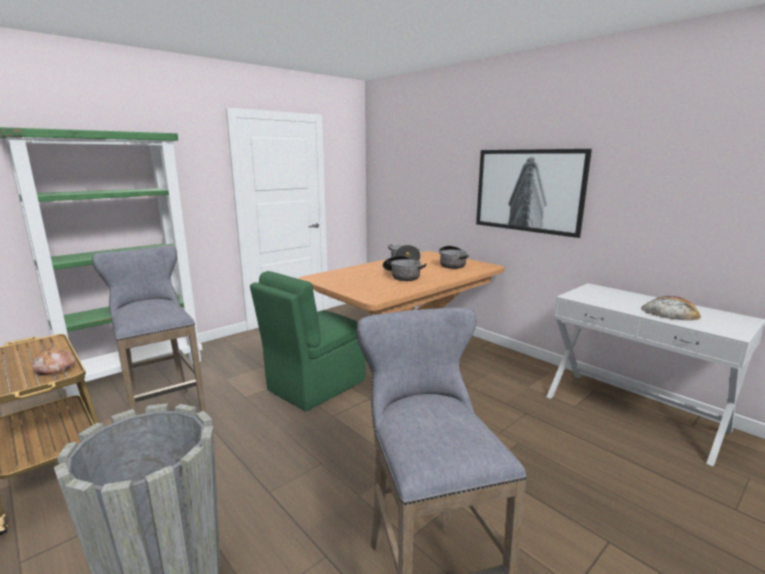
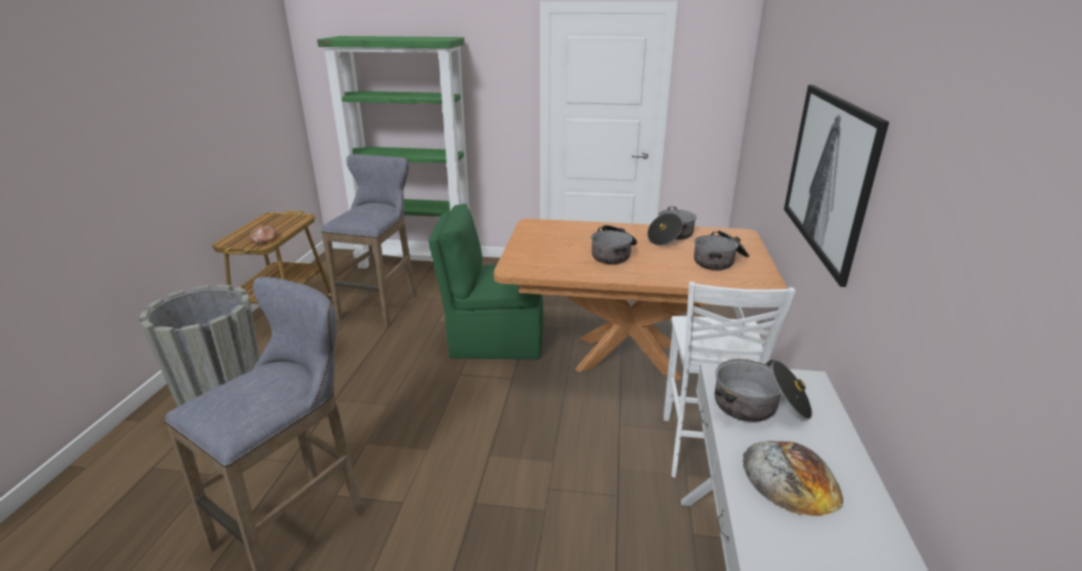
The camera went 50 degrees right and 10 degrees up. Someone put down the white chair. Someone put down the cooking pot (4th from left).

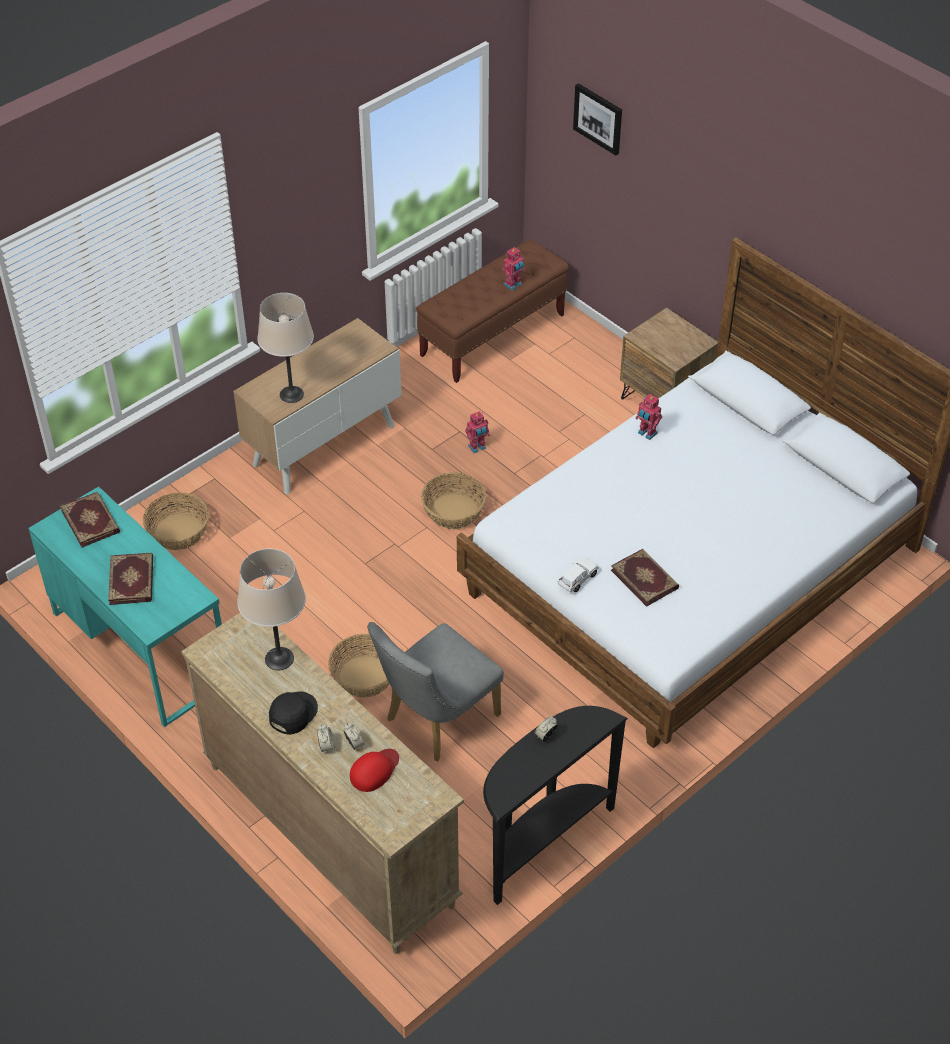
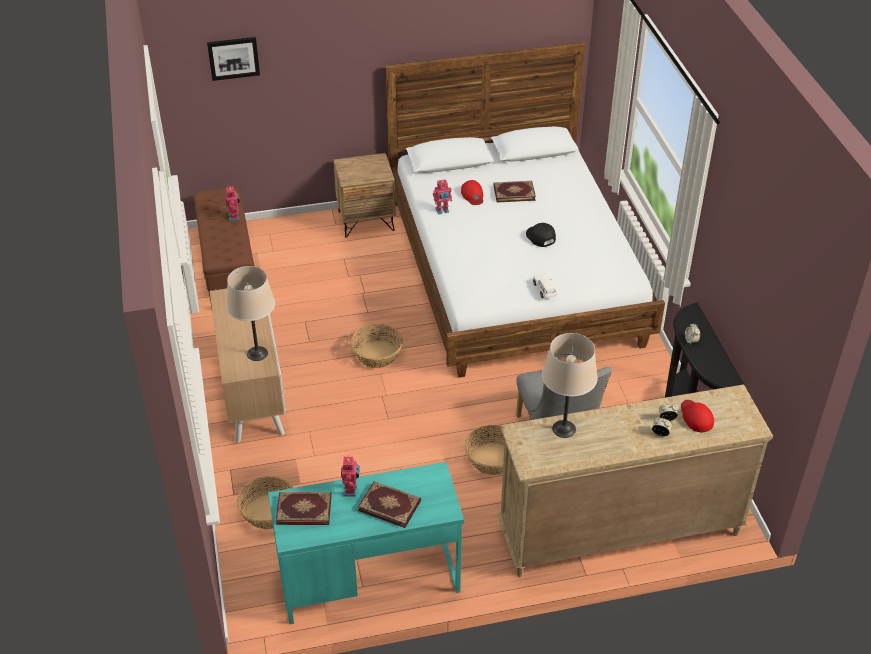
The camera went 60 degrees left and 5 degrees down. Someone put down the red cap (1st from left). Someone carried the black cap. Someone carried the toy robot (1st from left in the first image). Someone carried the book (3rd from left).

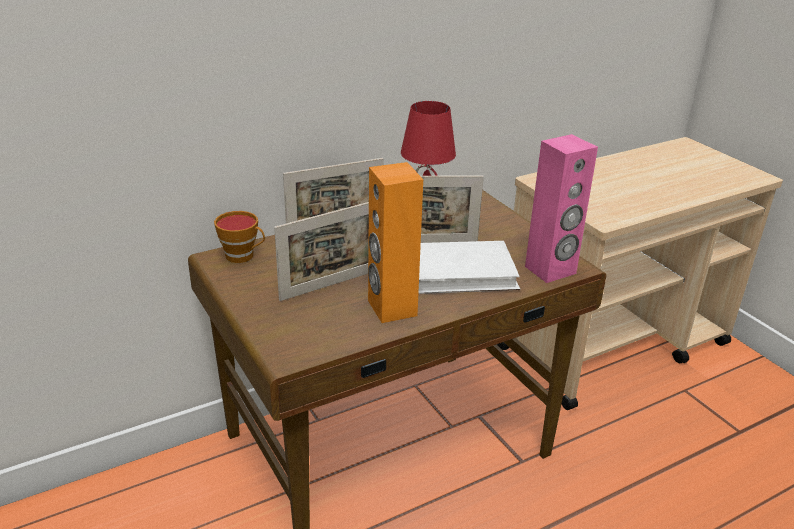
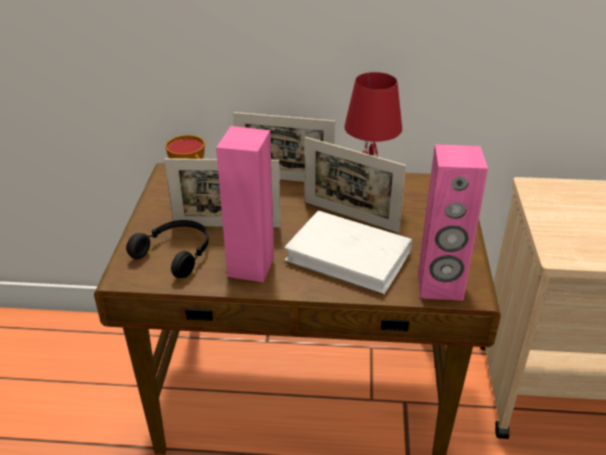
The camera went 35 degrees right and 5 degrees up. Someone put down the black headphones. Someone repainted the orange speaker, which became the pink speaker (1st from left).

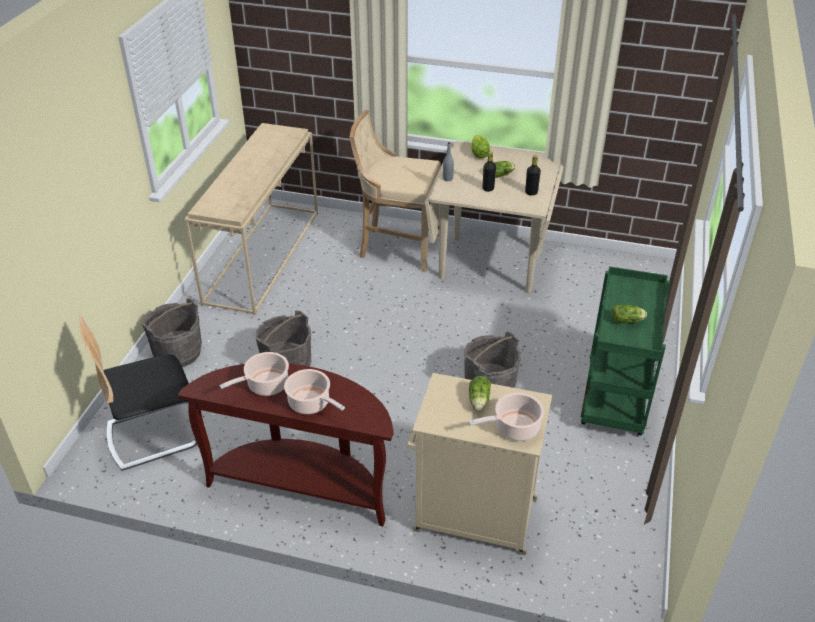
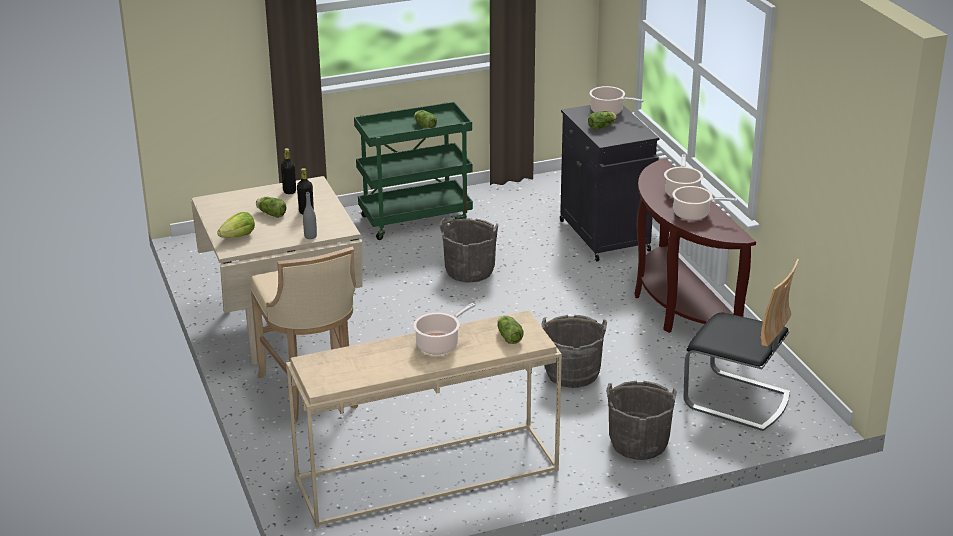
The camera went 125 degrees left and 10 degrees down. Someone put down the cooking pot (1st from left). Someone put down the lettuce (4th from left). Someone repainted the beige cabinet, which became the black cabinet.

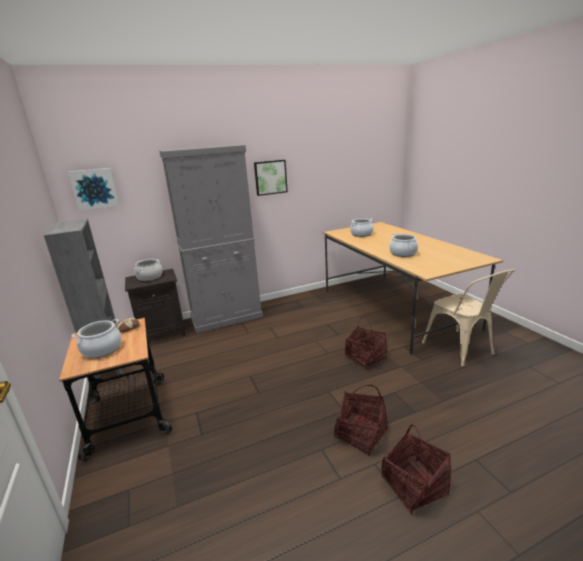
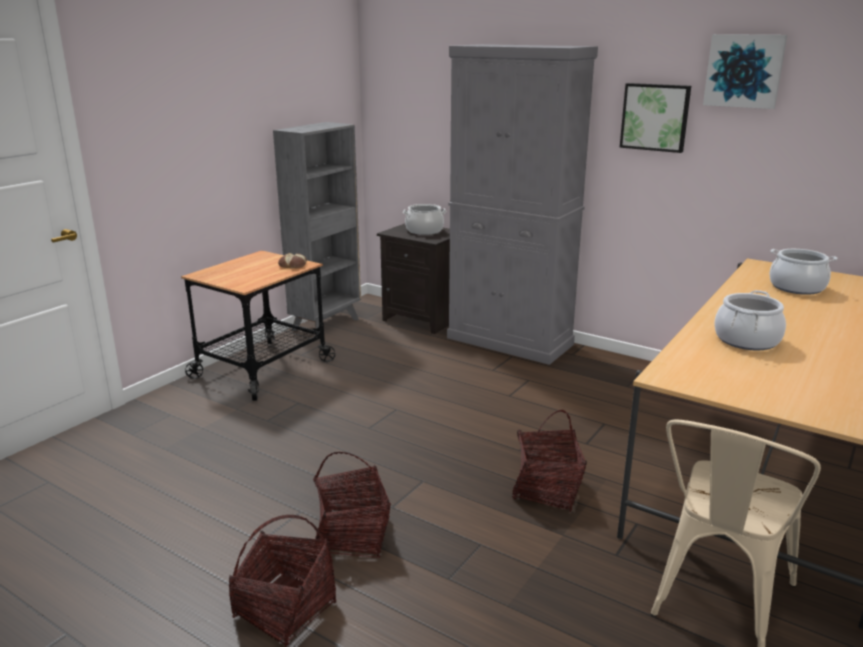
The camera went 55 degrees right and 0 degrees up. Someone took away the cooking pot (1st from left). Someone carried the picture (1st from left in the first image).

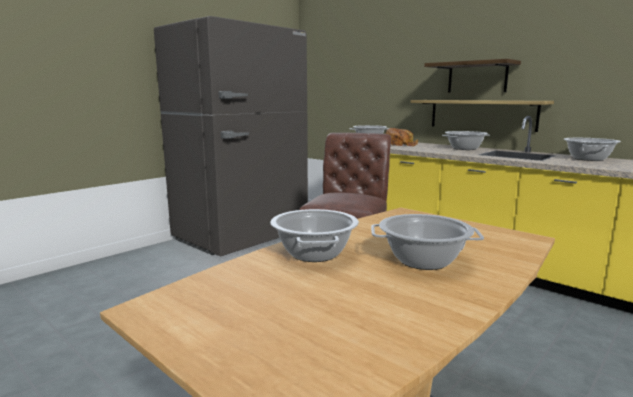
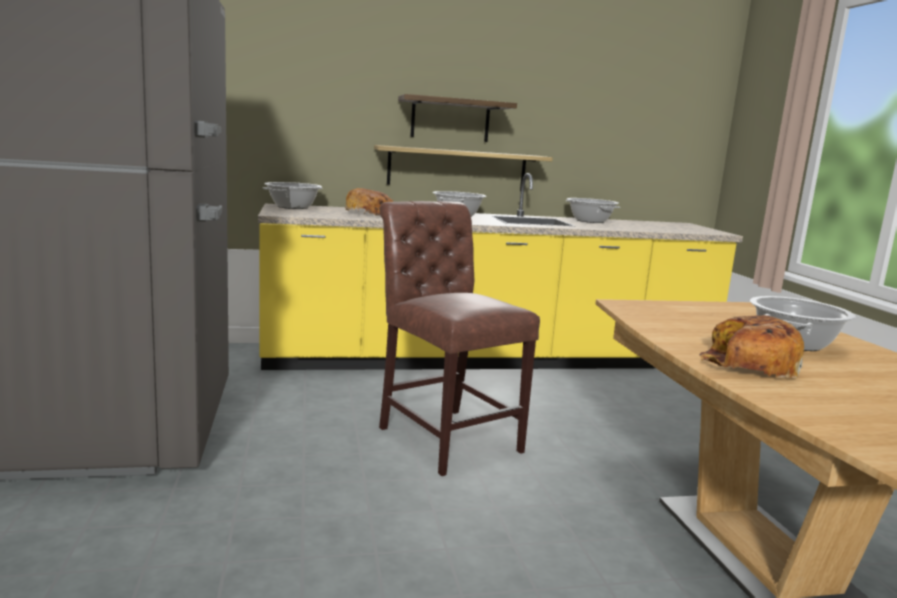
The camera went 55 degrees left and 0 degrees up. Someone swapped the cooking pot (1st from left) for the bread (2nd from left).

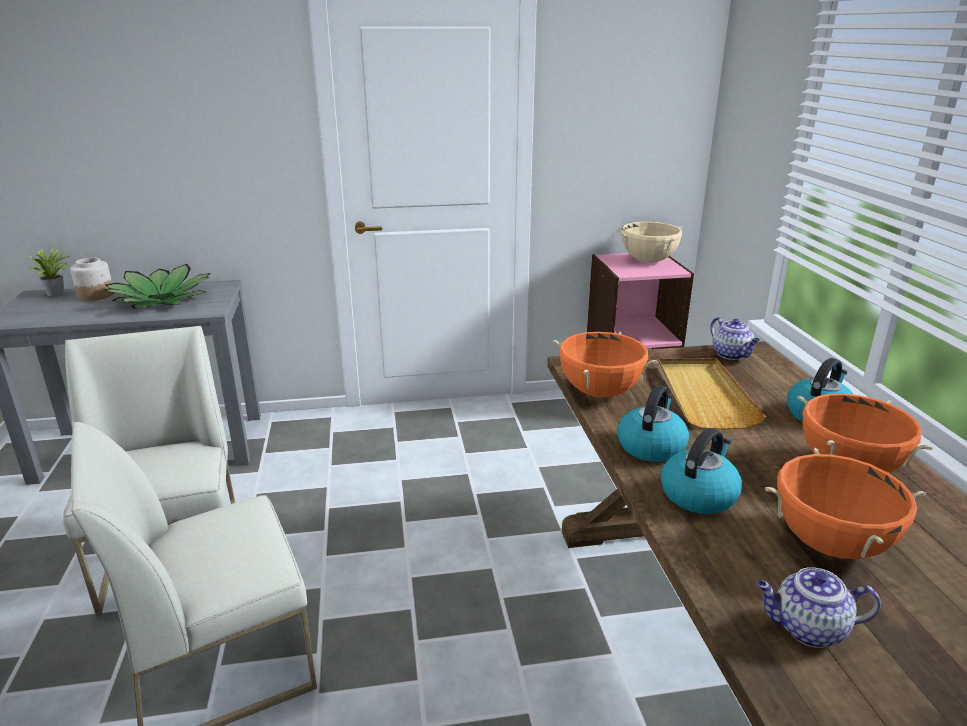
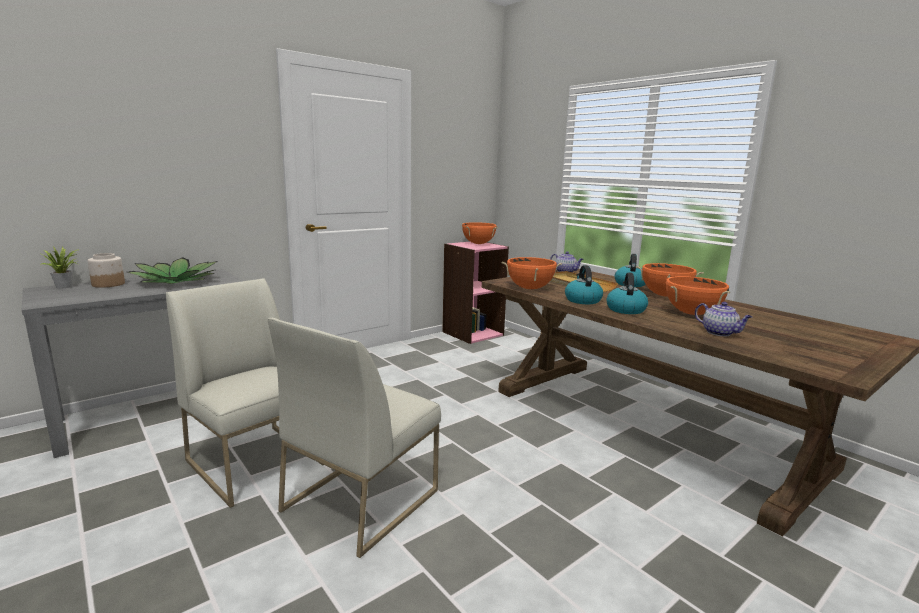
The camera went 30 degrees left and 10 degrees down. Someone repainted the beige cooking pot, which became the orange cooking pot (1st from left). Someone rotated the teapot (2nd from left) by 105 degrees counterclockwise.

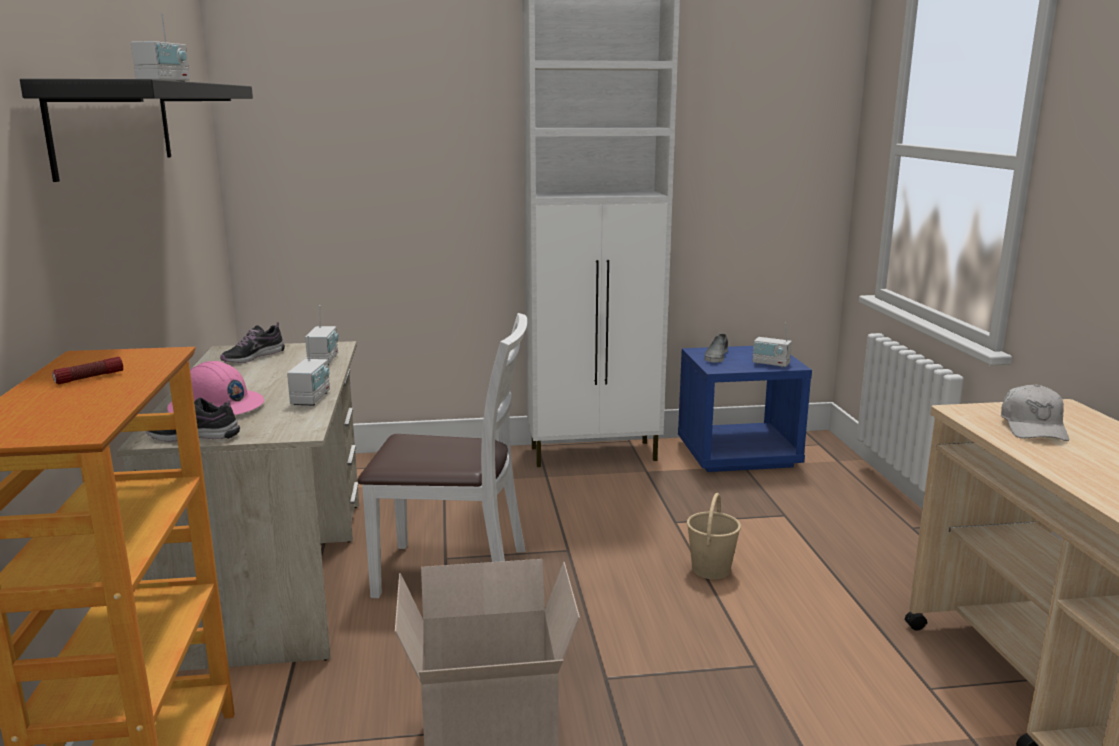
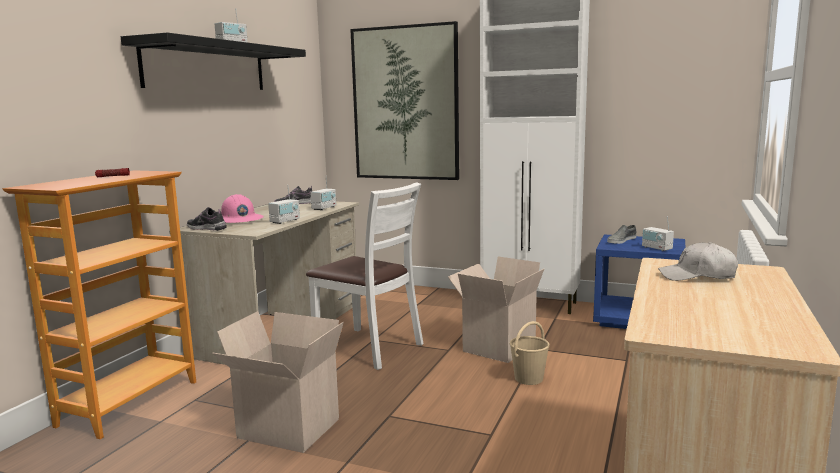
The camera went 30 degrees right and 5 degrees down. Someone put up the picture. Someone put down the cardboard box (2nd from left). Someone rotated the white cap by 60 degrees clockwise.

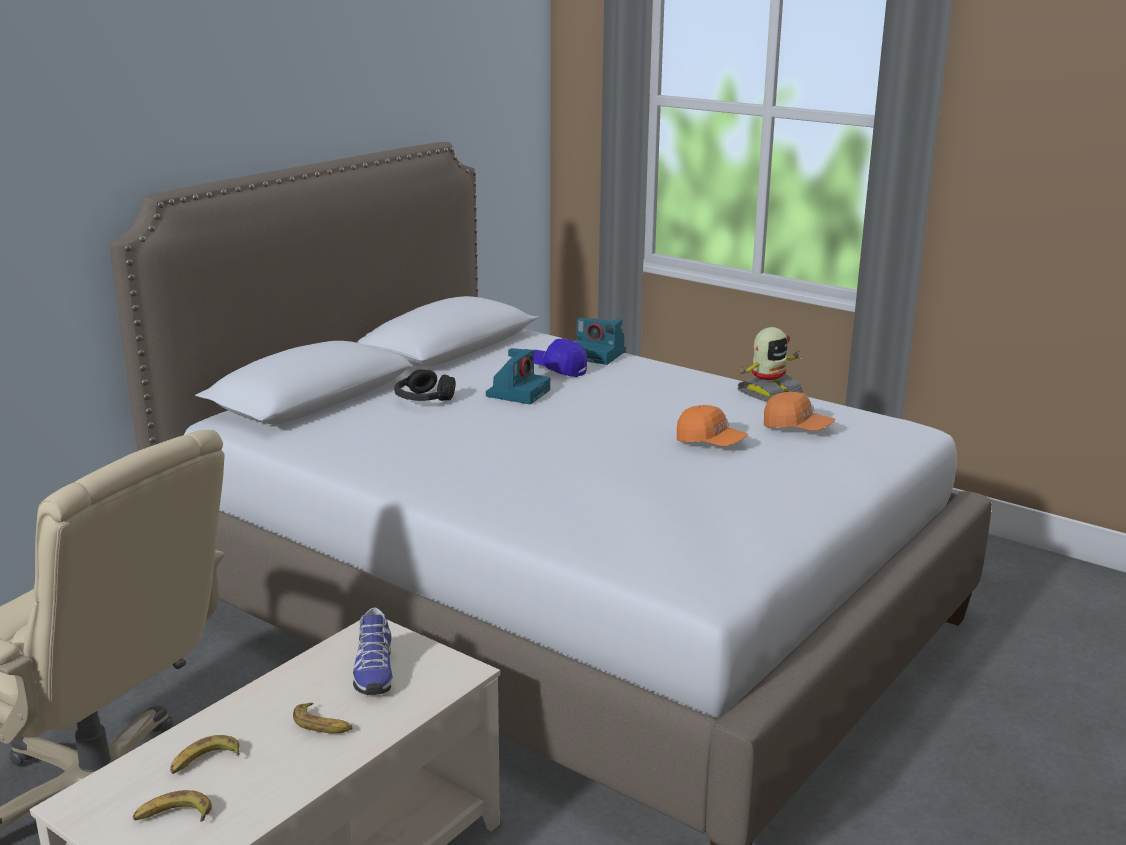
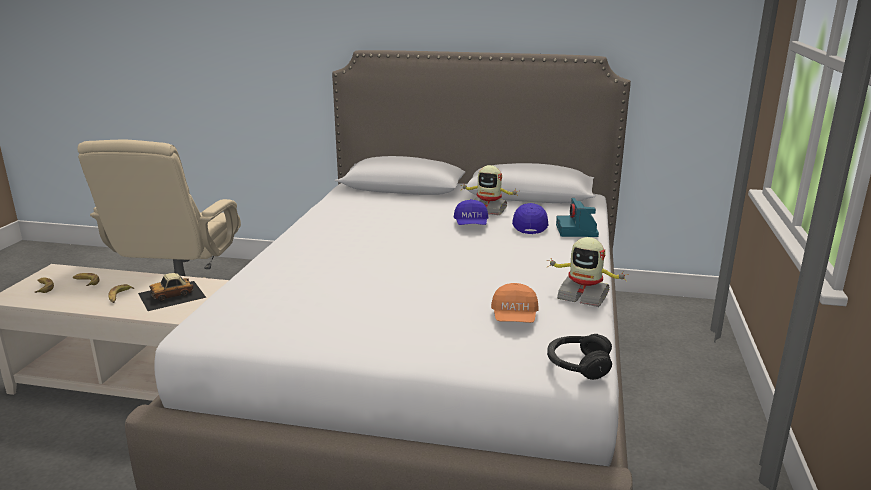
The camera went 65 degrees right and 0 degrees up. Someone took away the orange cap (1st from left). Someone put down the toy robot (1st from left). Someone carried the black headphones. Someone swapped the shoe for the toy car. Someone swapped the photo camera (1st from left) for the blue cap (1st from left).

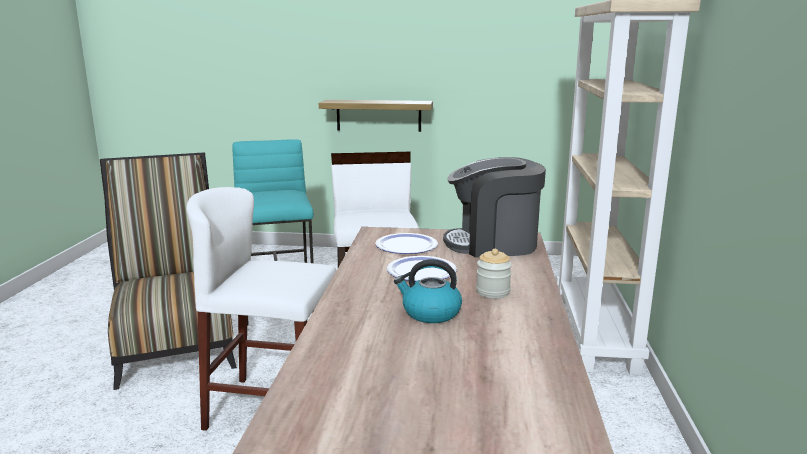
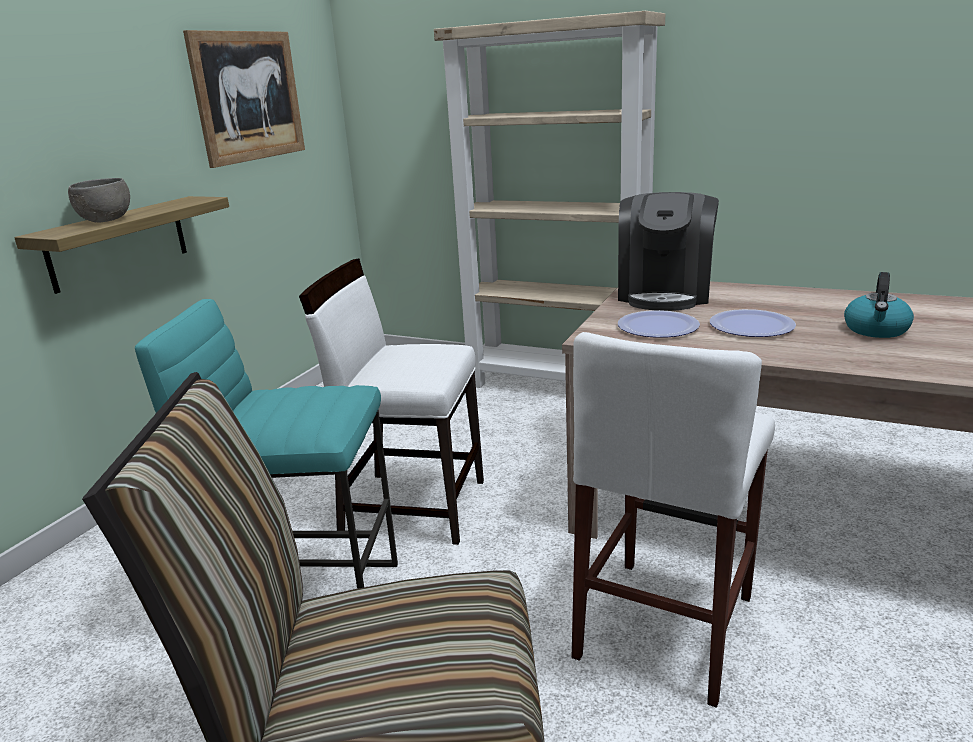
The camera went 70 degrees left and 5 degrees up. Someone took away the jar. Someone put down the grey bowl. Someone put up the picture.

